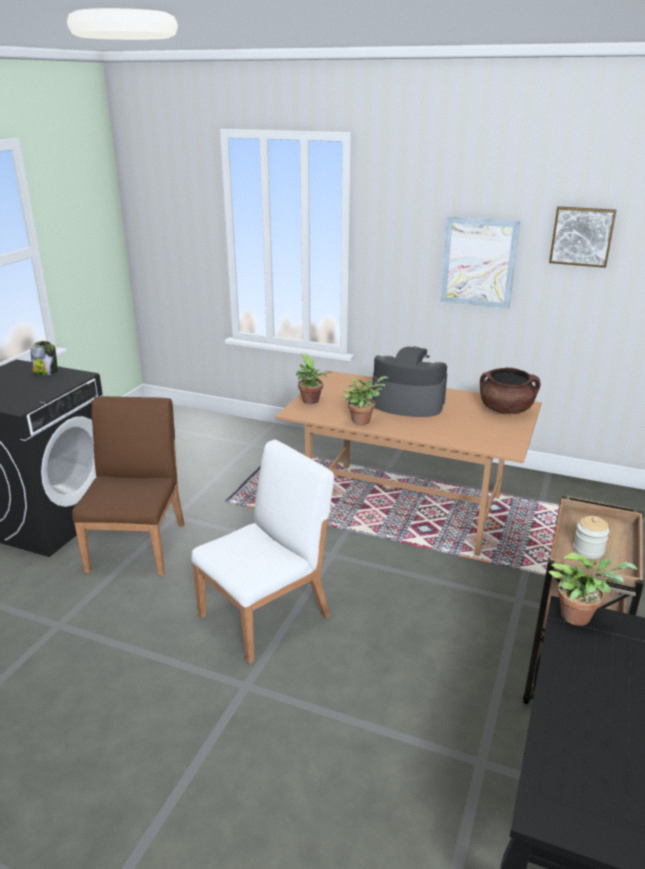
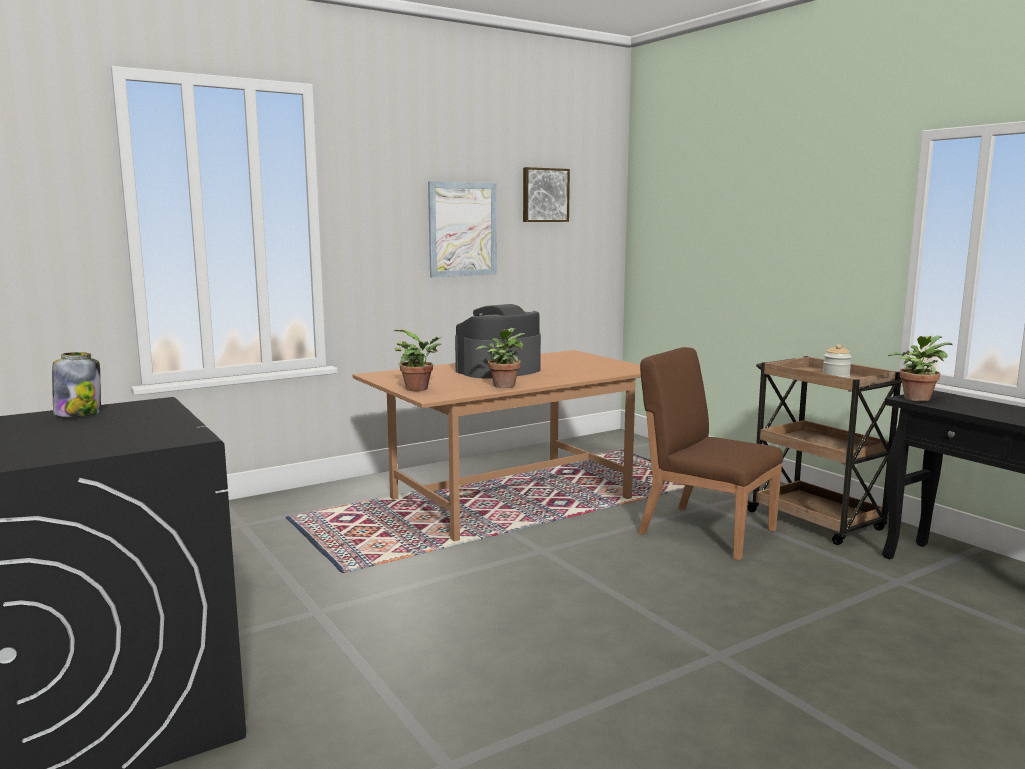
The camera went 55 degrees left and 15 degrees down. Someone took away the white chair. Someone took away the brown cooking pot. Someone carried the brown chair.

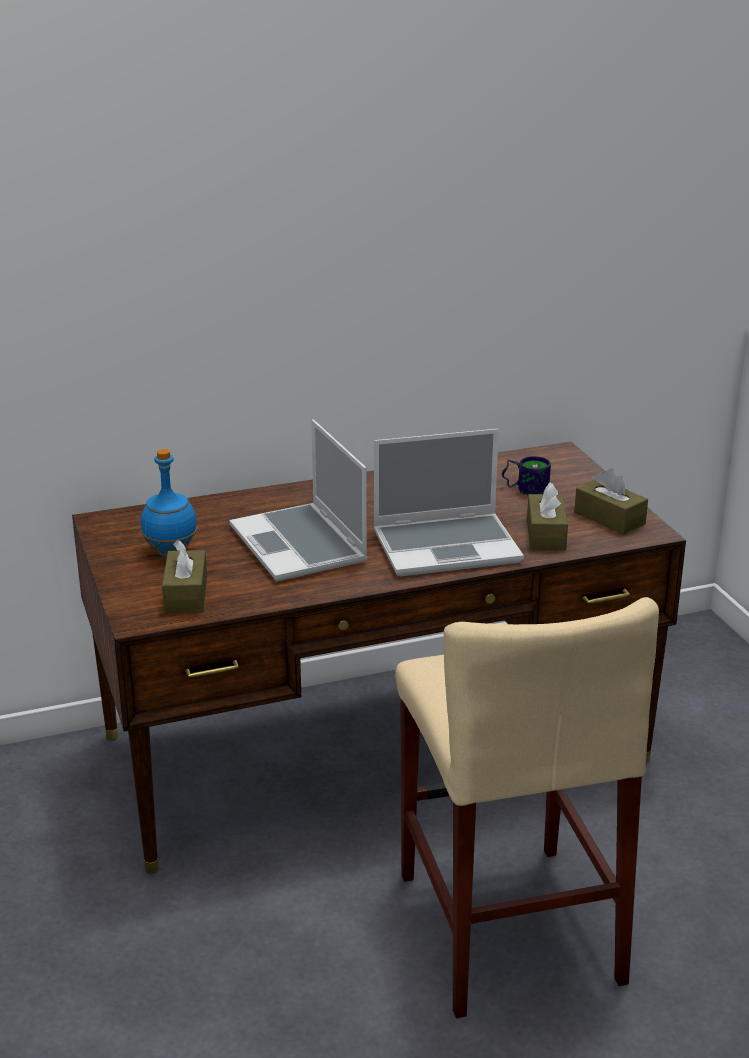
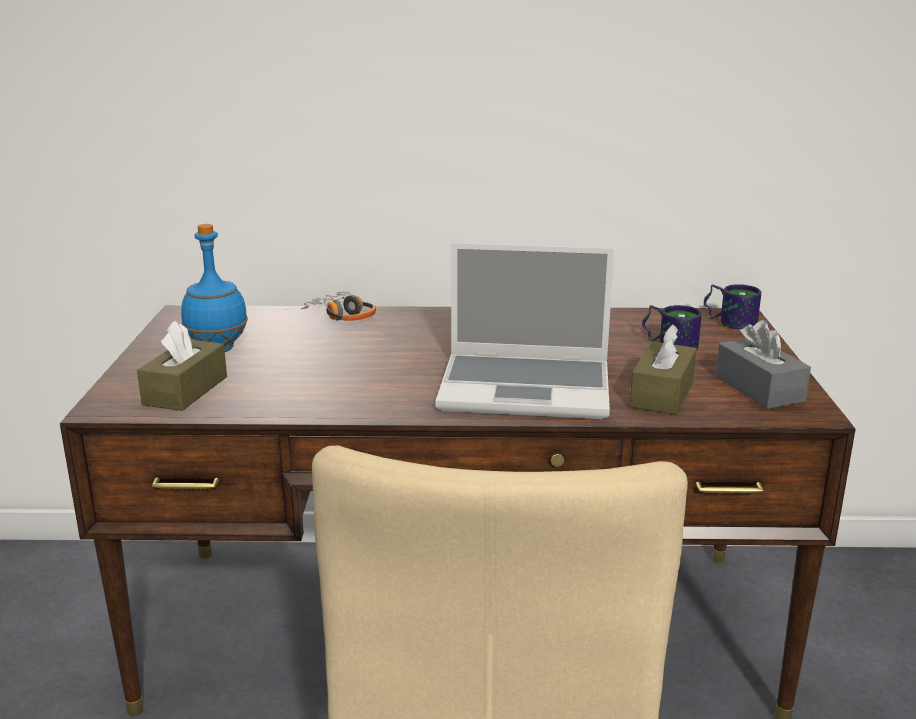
The camera went 20 degrees right and 5 degrees down. Someone took away the laptop (1st from left). Someone put down the headphones. Someone put down the mug (2nd from left). Someone repainted the brown tissue box (3rd from left), which became the grey tissue box.

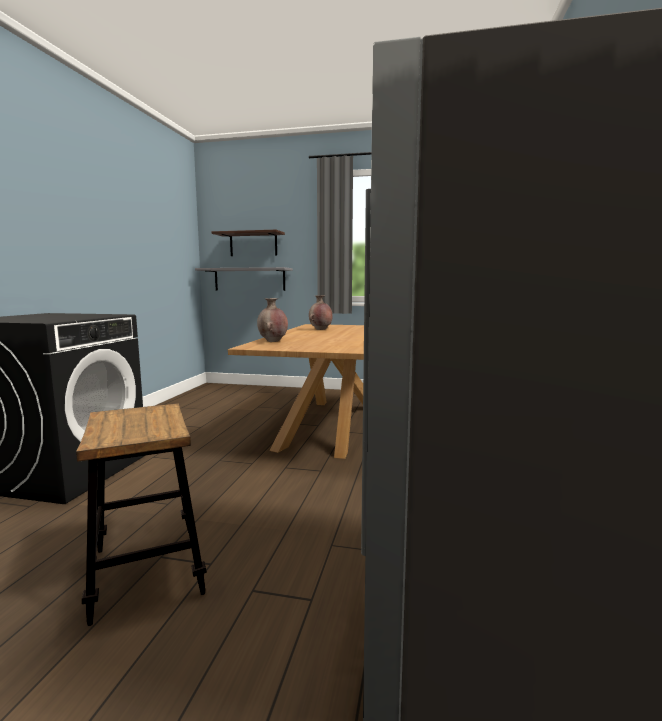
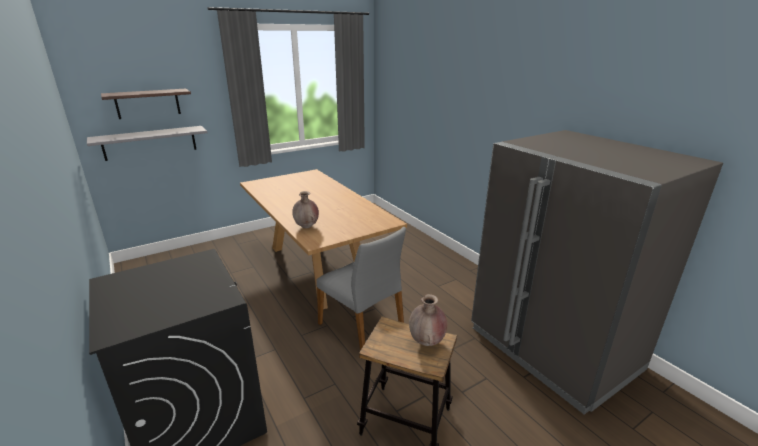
The camera went 45 degrees left and 15 degrees up. Someone put down the grey chair. Someone carried the brown vase (2nd from left).

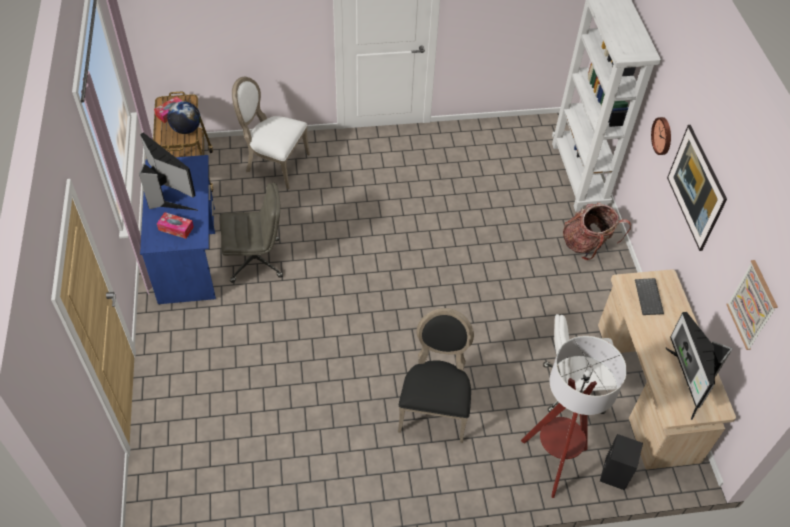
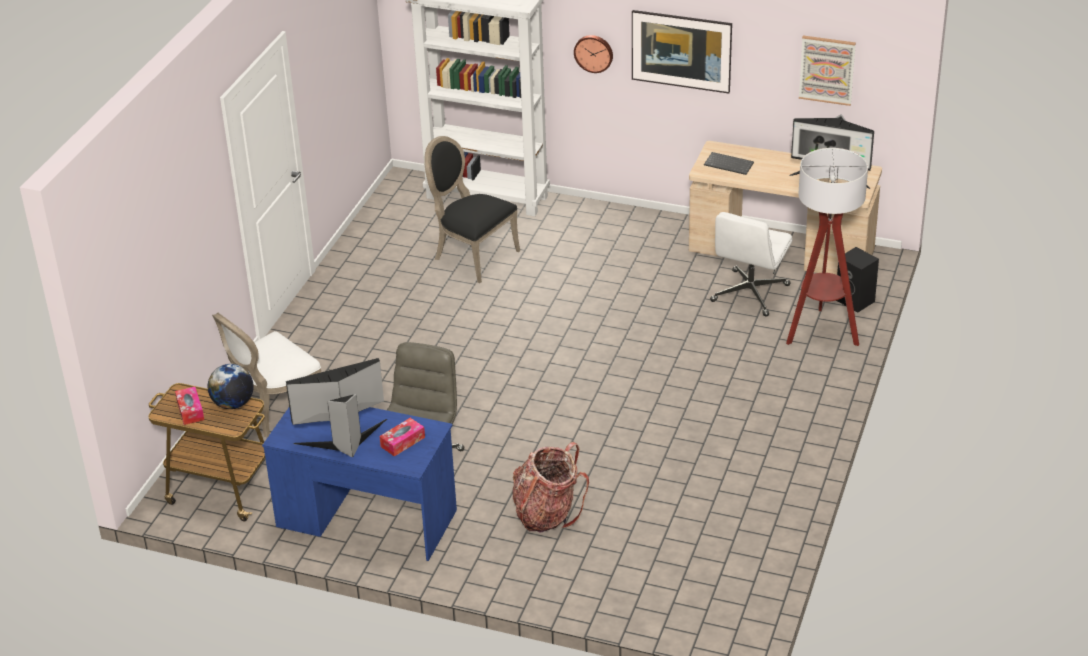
The camera went 60 degrees left and 15 degrees down. Someone carried the black chair. Someone carried the backpack.

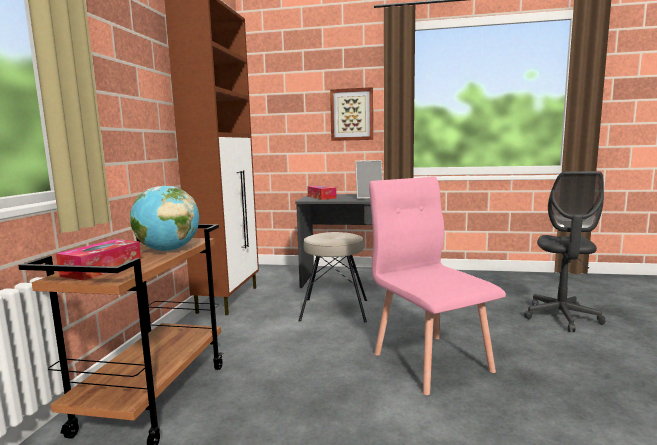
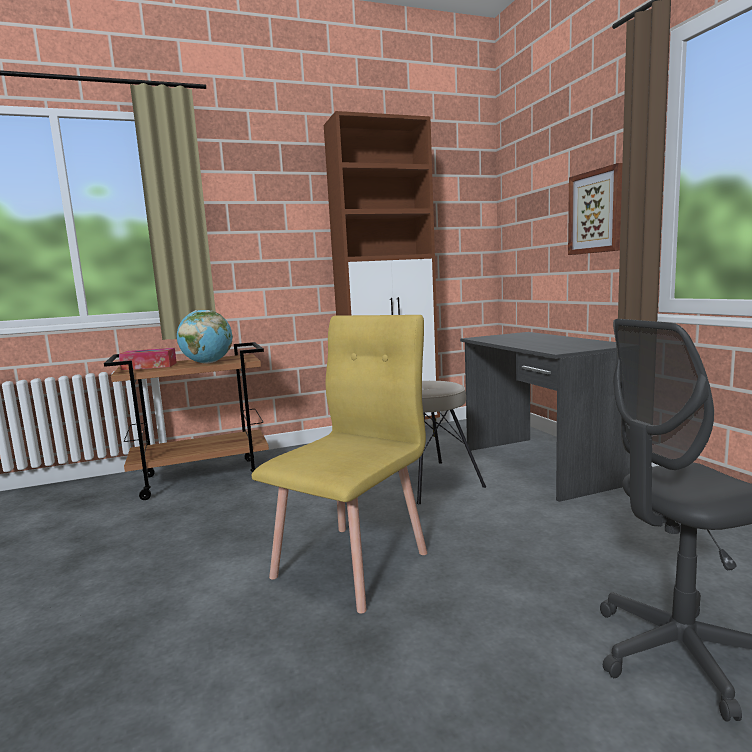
The camera went 60 degrees right and 0 degrees up. Someone took away the tissue box (2nd from left). Someone took away the picture frame. Someone repainted the pink chair, which became the yellow chair.

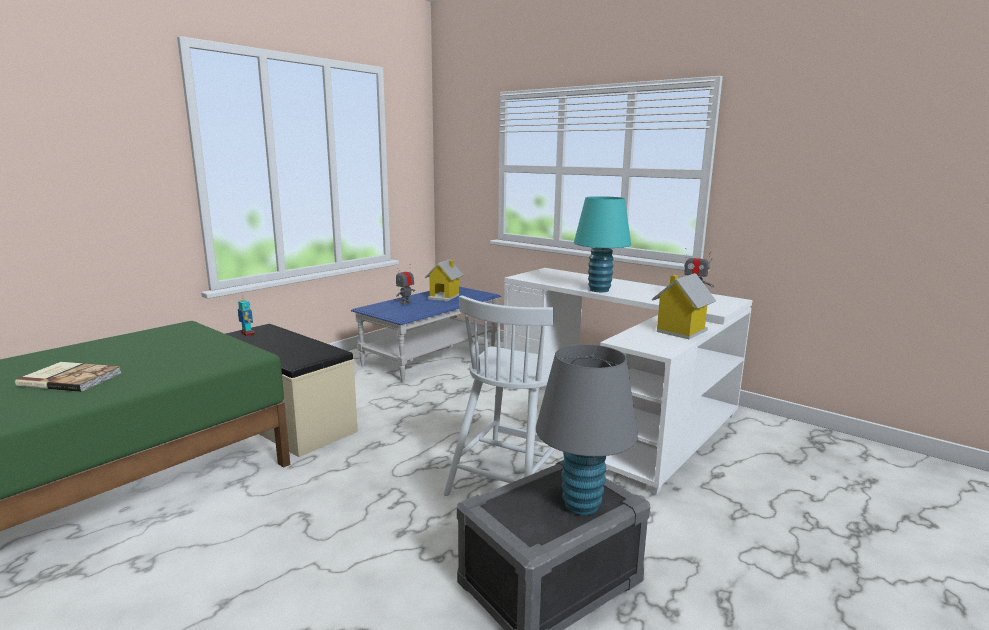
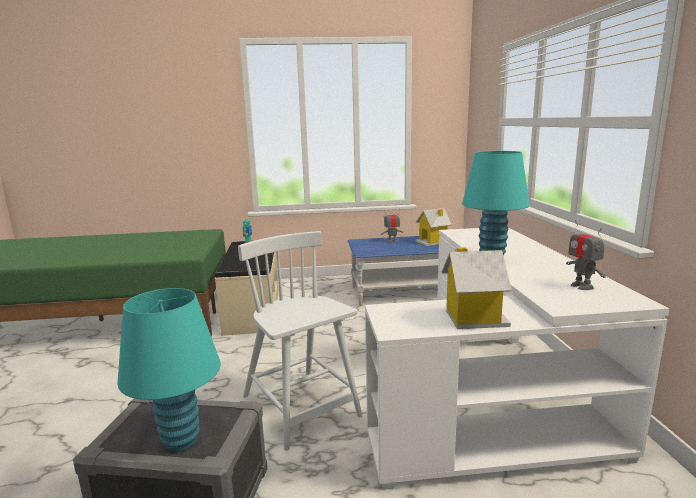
The camera went 45 degrees right and 0 degrees up. Someone took away the book. Someone repainted the grey table lamp, which became the turquoise table lamp (1st from left). Someone rotated the white chair by 75 degrees clockwise.

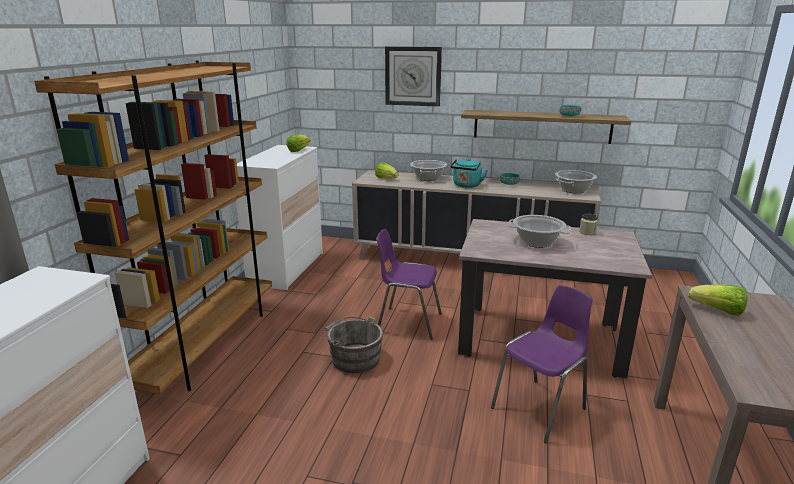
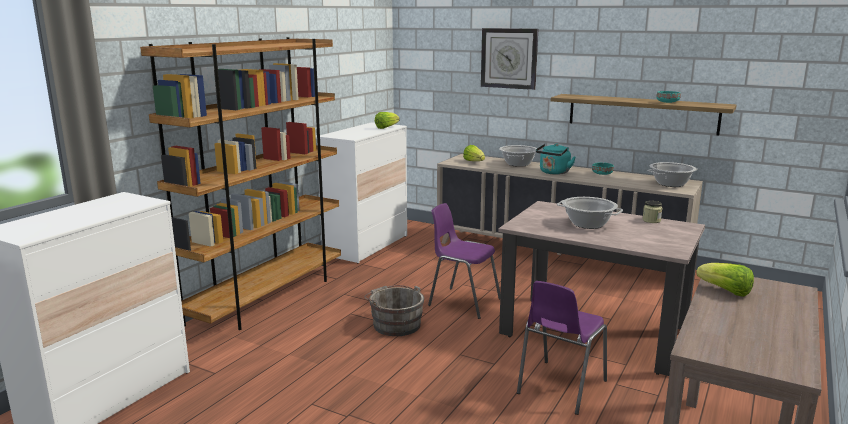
The camera went 15 degrees right and 5 degrees down. Someone rotated the purple chair (2nd from left) by 150 degrees clockwise.

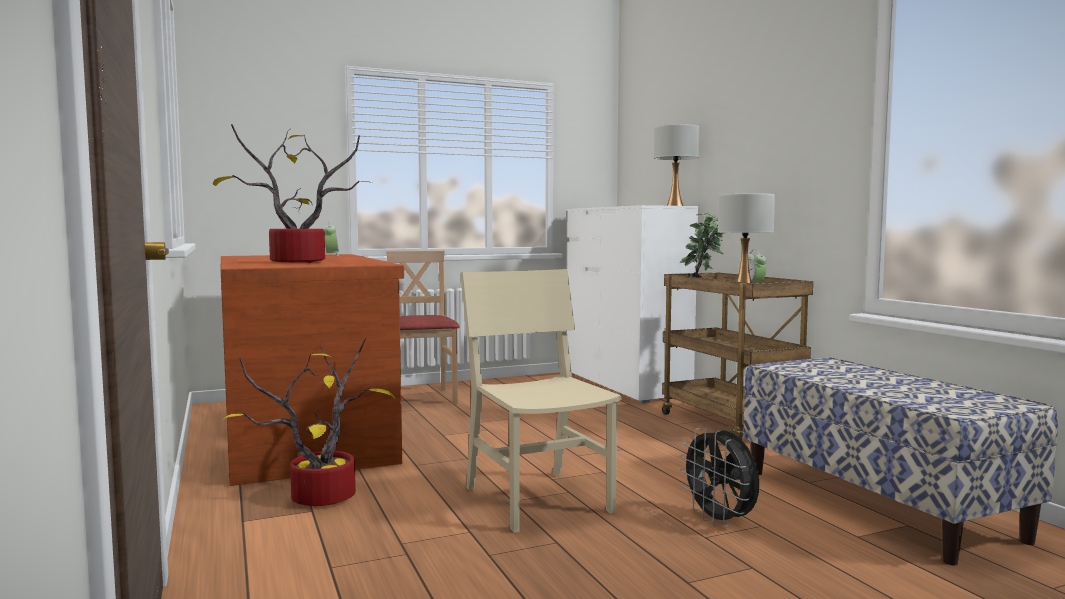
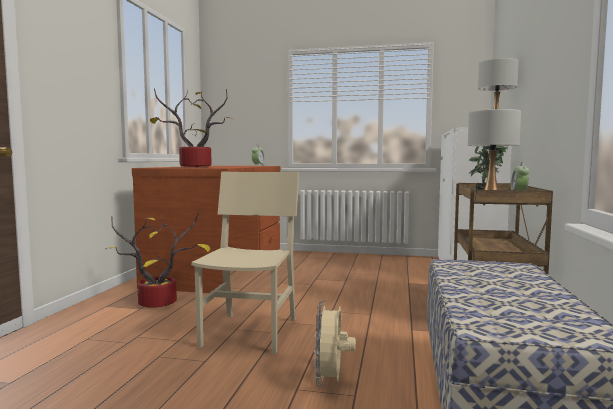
The camera went 35 degrees right and 0 degrees up. Someone took away the beige chair (1st from left). Someone repainted the black fan, which became the beige fan.

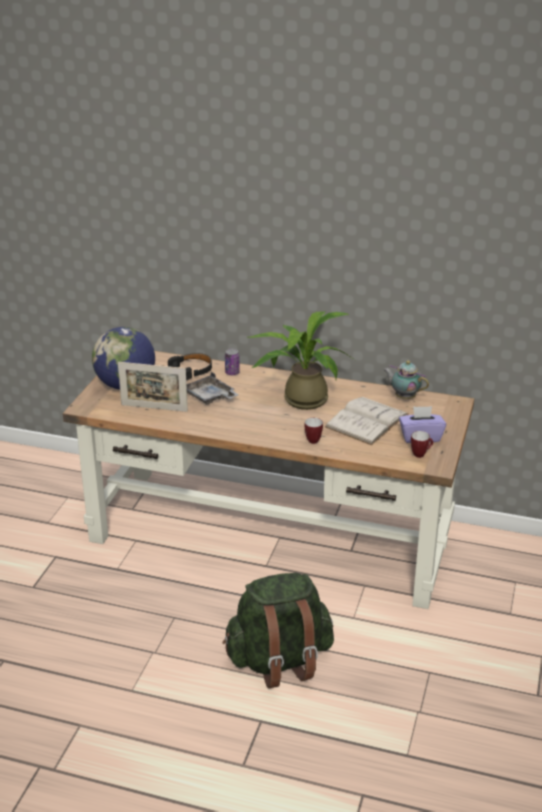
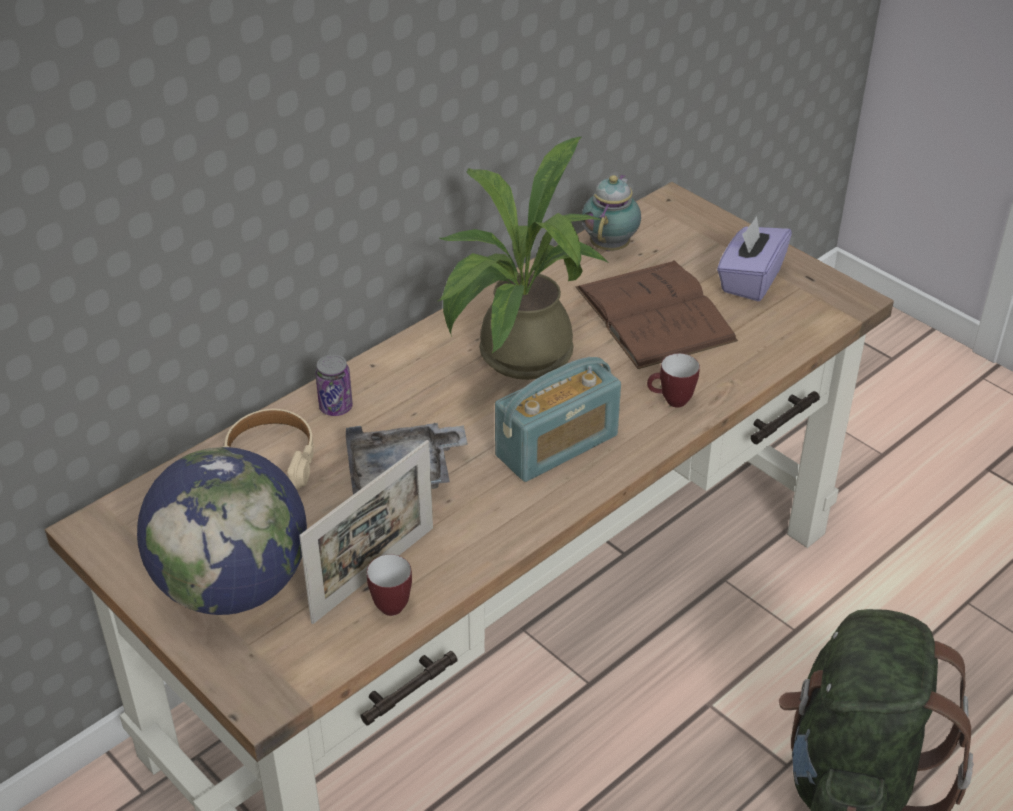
The camera went 60 degrees left and 10 degrees up. Someone put down the radio. Someone carried the mug (2nd from left in the first image). Someone repainted the black headphones, which became the beige headphones. Someone repainted the white book, which became the brown book. Someone rotated the teapot by 135 degrees clockwise.

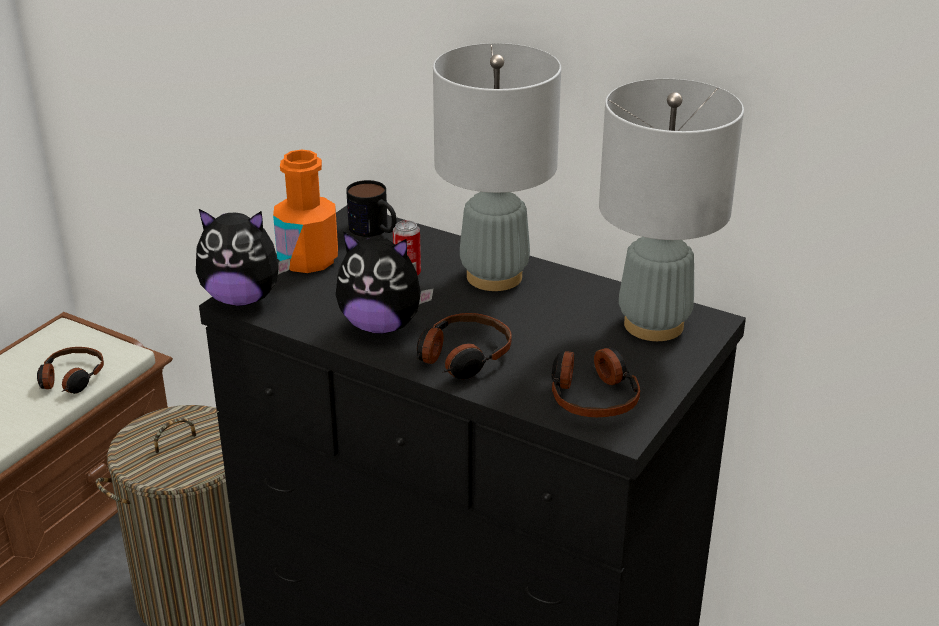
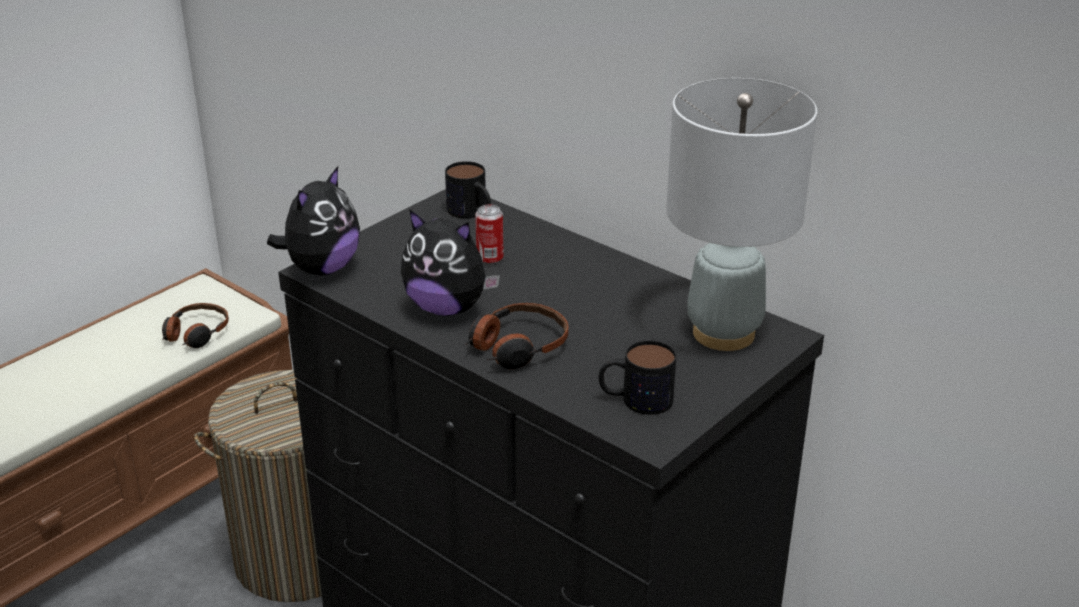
The camera went 10 degrees right and 0 degrees up. Someone took away the orange bottle. Someone took away the grey table lamp (1st from left). Someone swapped the headphones (3rd from left) for the mug (2nd from left). Someone rotated the plush toy (1st from left) by 75 degrees counterclockwise.

